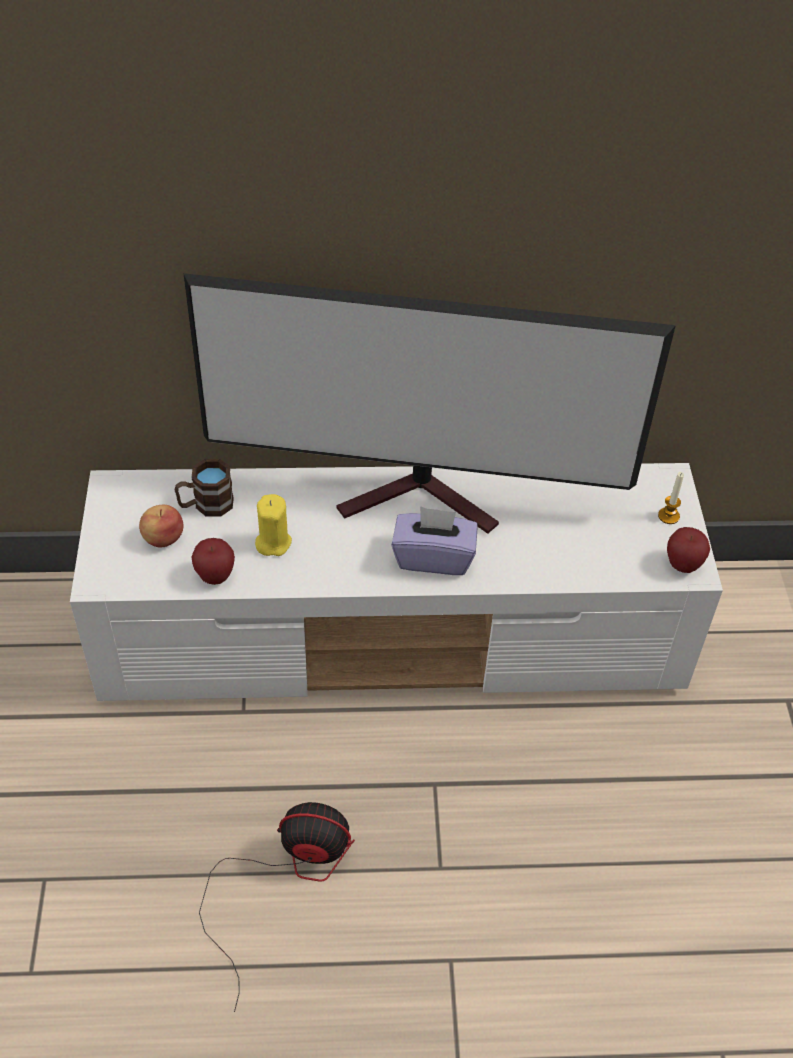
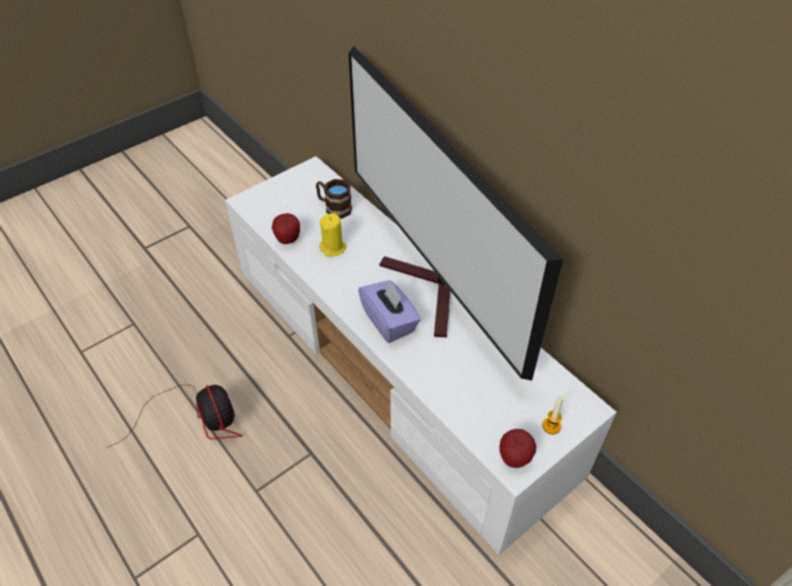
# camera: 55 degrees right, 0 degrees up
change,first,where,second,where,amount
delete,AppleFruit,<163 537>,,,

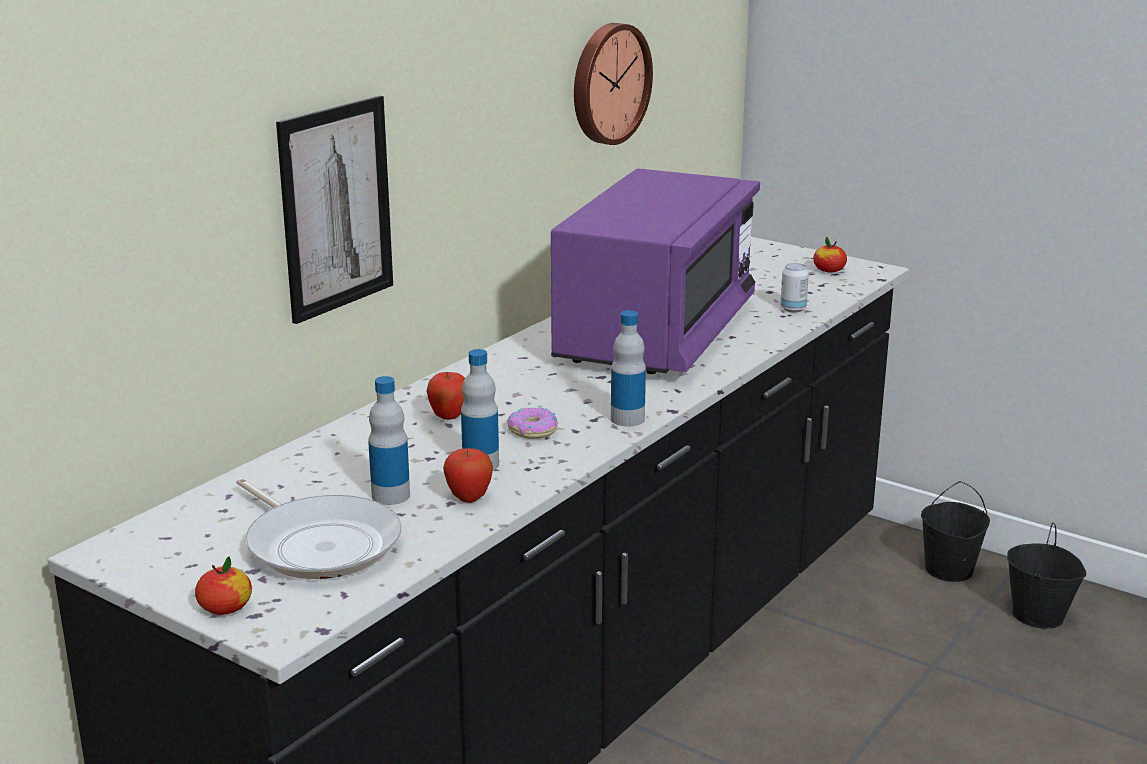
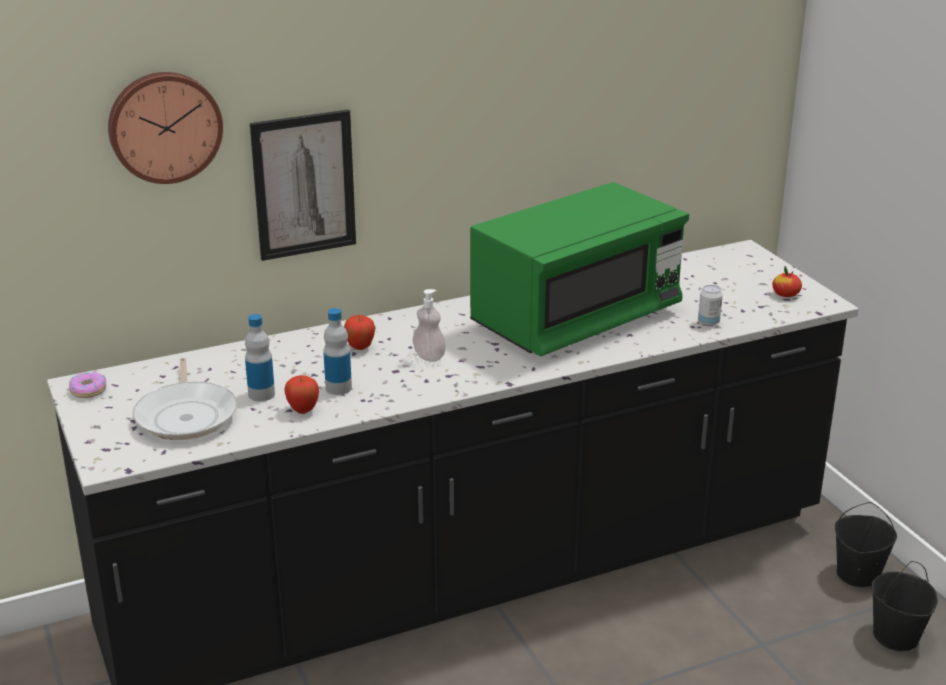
# camera: 30 degrees right, 5 degrees up
change,first,where,second,where,amount
delete,AppleFruit,<225 608>,,,
delete,Bottle,<627 419>,,,
insert,,,SoapBottle,<429 356>,
move,RingDoughnut,<532 430>,,<88 390>,
move,HangingClock,<608 83>,,<164 126>,
recolor,PurpleMicrowaveOven,<656 335>,GreenishMicrowaveOven,<576 319>,

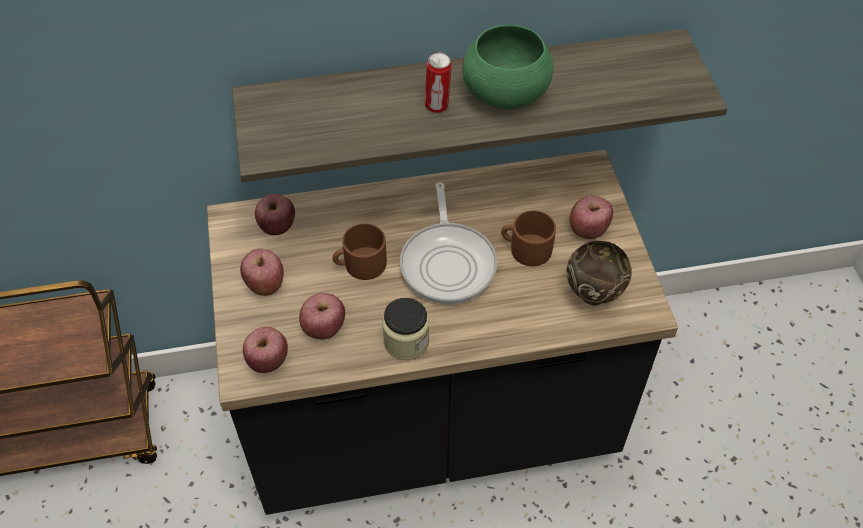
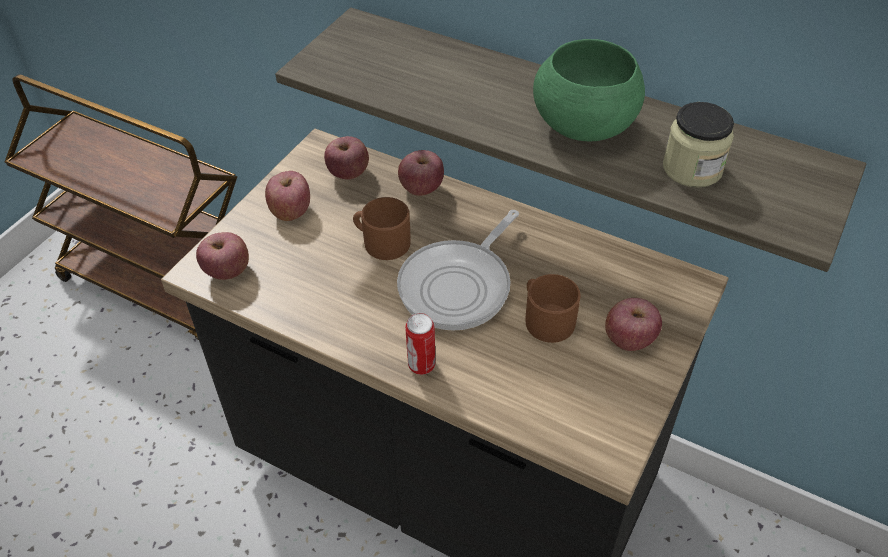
# camera: 40 degrees right, 5 degrees down
change,first,where,second,where,amount
delete,BrownColouredDeepDish,<593 294>,,,
move,AppleFruit,<323 328>,,<421 188>,
move,Jar,<406 341>,,<692 168>,
move,MetalCan,<437 106>,,<421 366>,

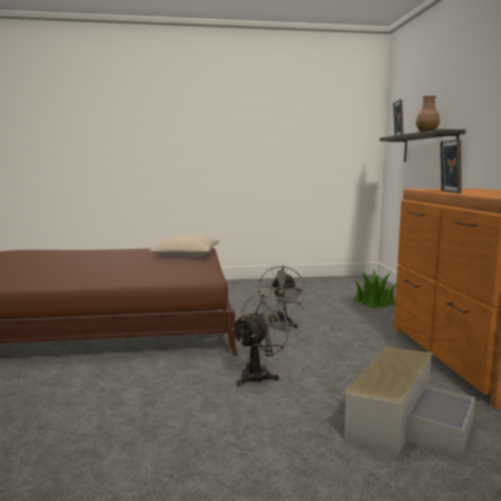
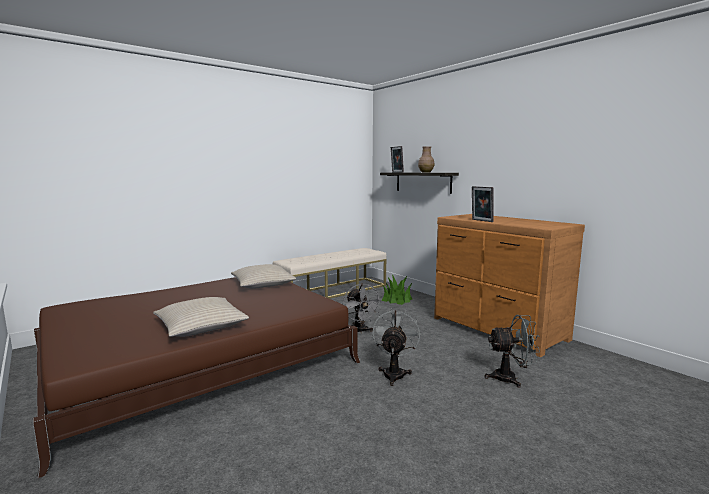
# camera: 30 degrees left, 0 degrees up
change,first,where,second,where,amount
insert,,,BeigeColouredPillow,<201 326>,
insert,,,BeigeColouredLongSeat,<332 291>,
replace,GreyishStorageContainer,<405 421>,GreyishCoolingFan,<510 378>,

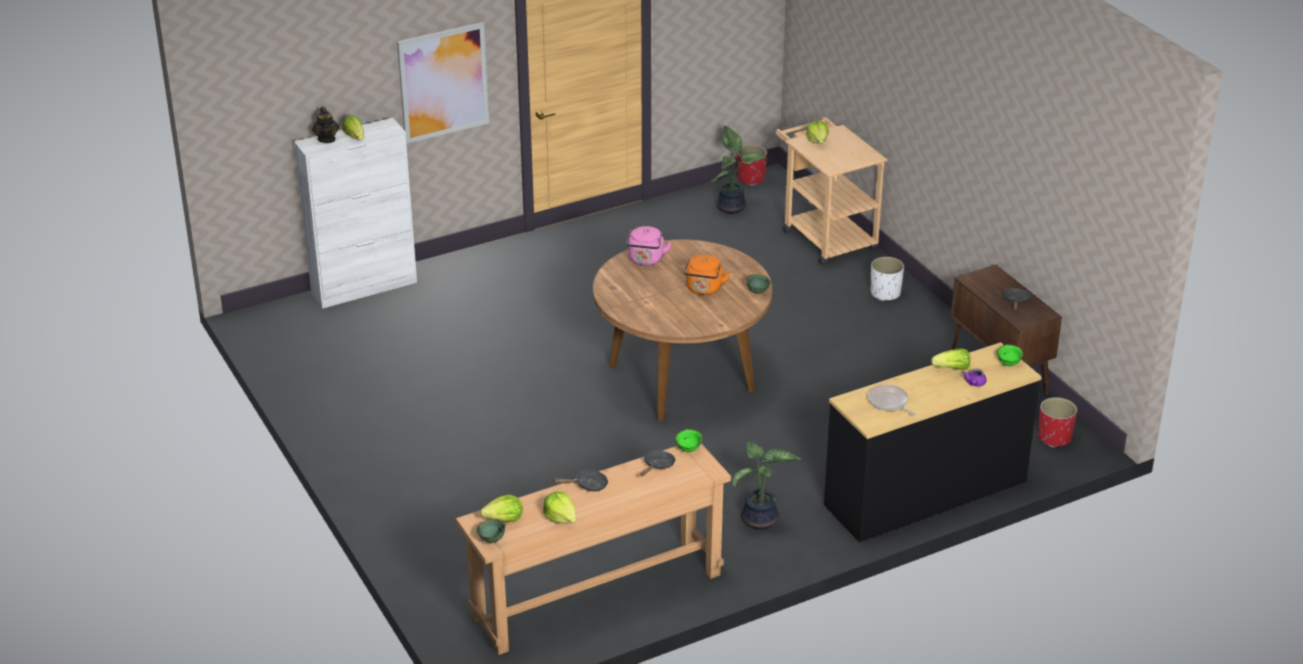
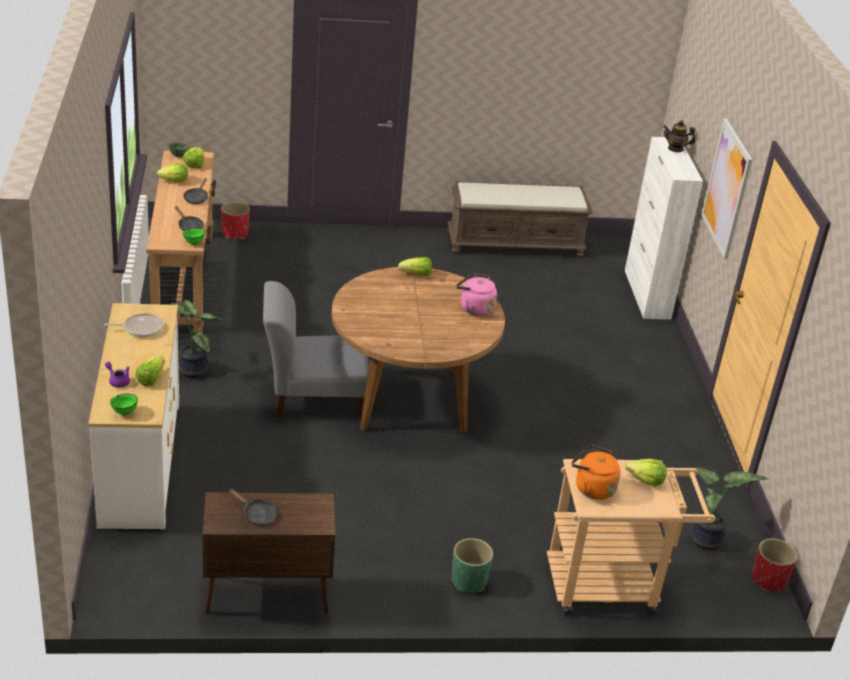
# camera: 110 degrees right, 0 degrees up
change,first,where,second,where,amount
delete,GreenishDeepDish,<757 291>,,,
insert,,,GreyishChair,<313 396>,
insert,,,BrownColouredLongSeat,<515 243>,
move,HeadOfLettuce,<355 137>,,<416 274>,
move,OrangeColouredWaterKettle,<704 289>,,<592 488>,
move,ReddishPlanter,<1054 437>,,<235 233>,
recolor,BlackishDrawerChest,<926 494>,WhitishDrawerChest,<139 463>,
recolor,WhitishPlanter,<885 293>,GreenishPlanter,<469 581>,

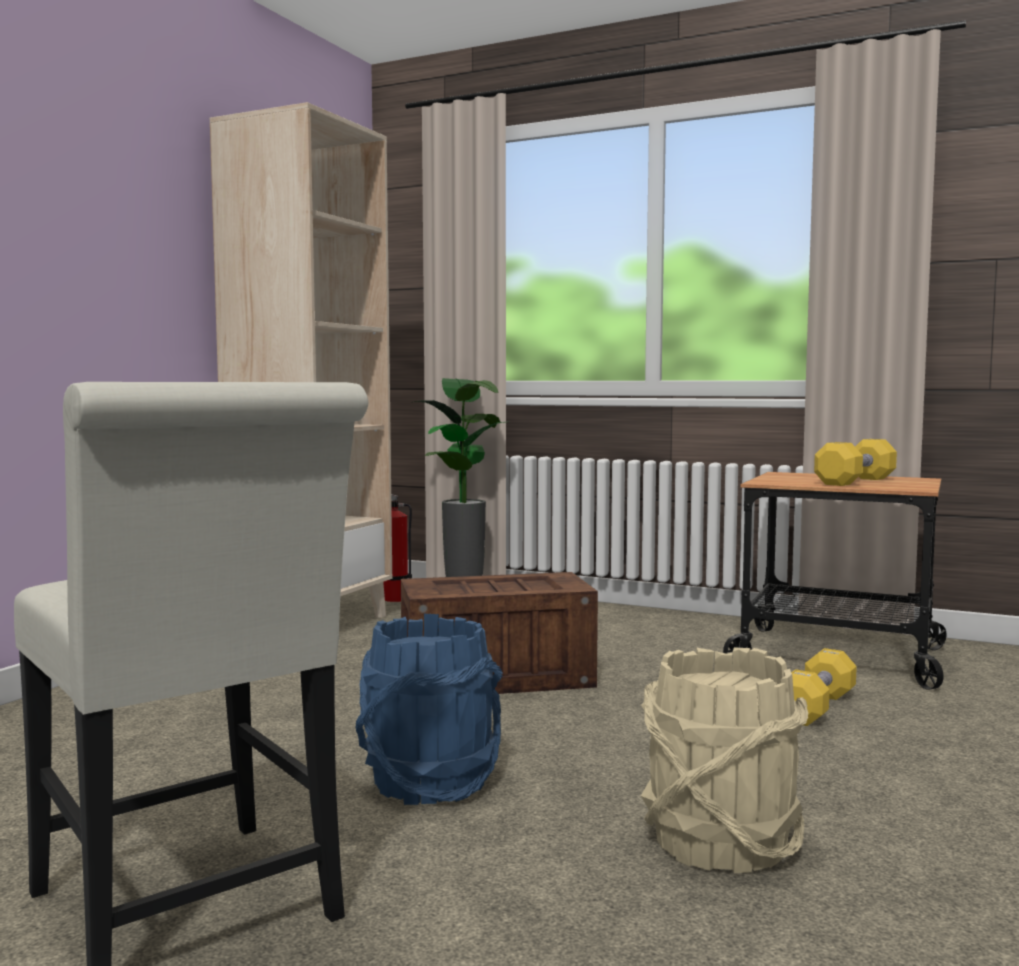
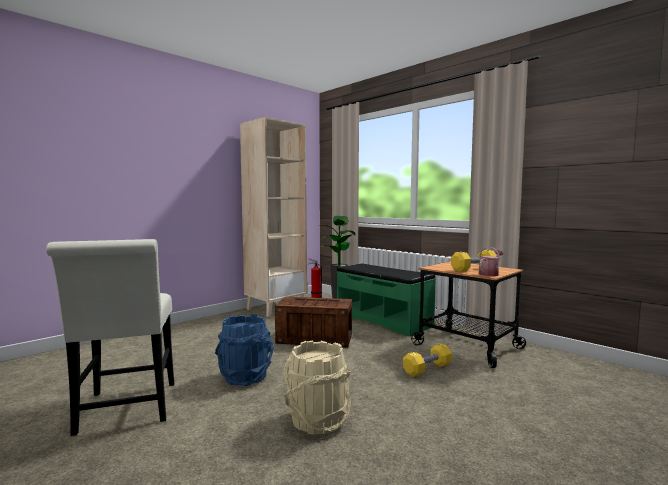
# camera: 20 degrees right, 0 degrees up
change,first,where,second,where,amount
insert,,,GreenishLongSeat,<383 320>,
insert,,,SprinklingCan,<489 274>,

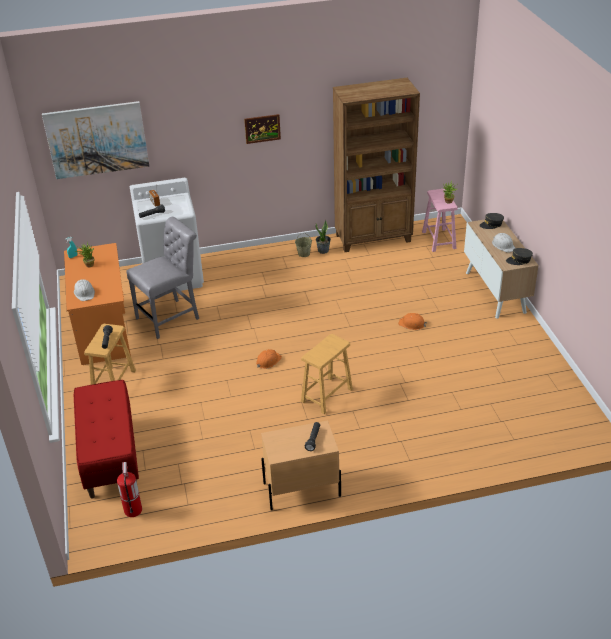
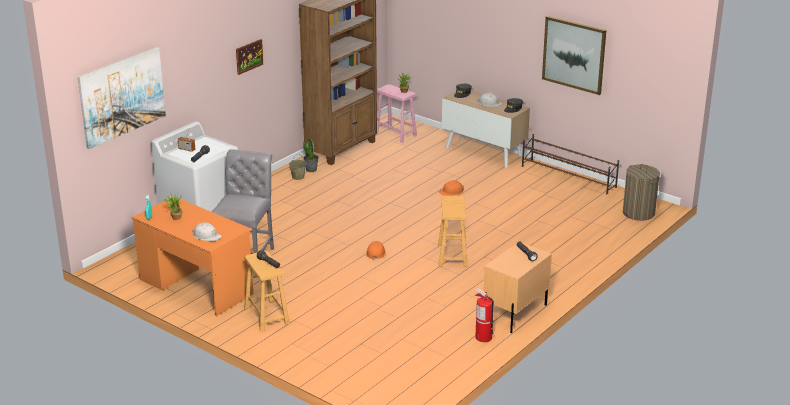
# camera: 40 degrees left, 10 degrees down
change,first,where,second,where,amount
delete,ReddishLongSeat,<110 455>,,,
insert,,,BrownColouredShoeShelf,<568 177>,
insert,,,WallPicture,<574 54>,
insert,,,Hamper,<638 213>,
move,FireFightingCylinder,<133 510>,,<483 337>,

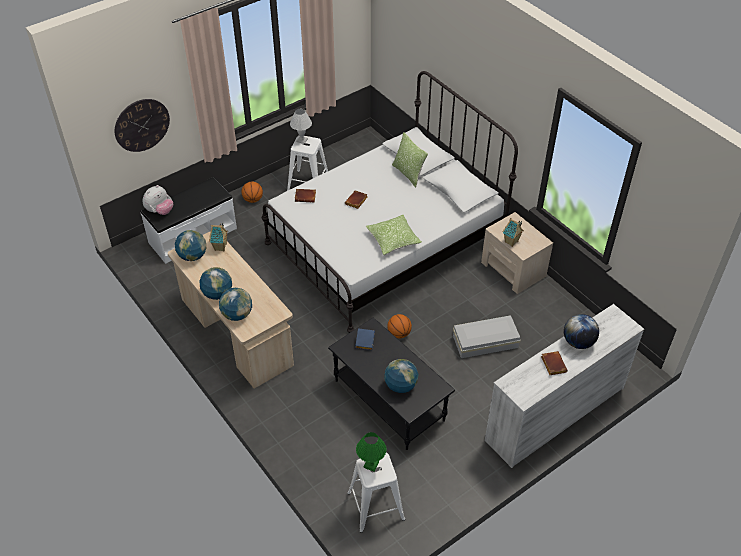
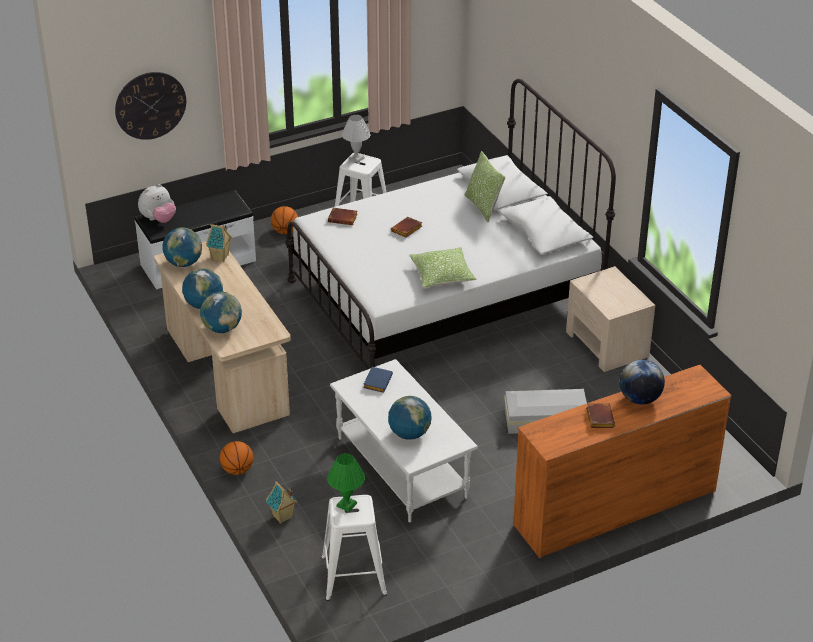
# camera: 10 degrees right, 10 degrees down
change,first,where,second,where,amount
move,BallForBasketball,<399 333>,,<237 470>,
move,ToyHouse,<511 242>,,<282 517>,
recolor,BlackishCoffeeTable,<390 400>,WhitishCoffeeTable,<403 467>,
recolor,WhitishDrawerChest,<554 413>,OrangeColouredDrawerChest,<614 507>,

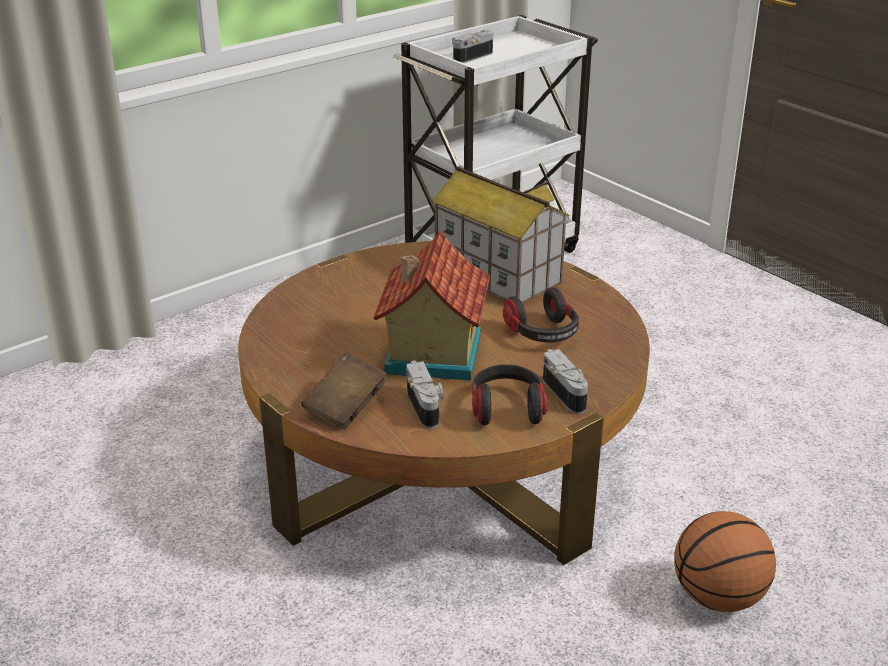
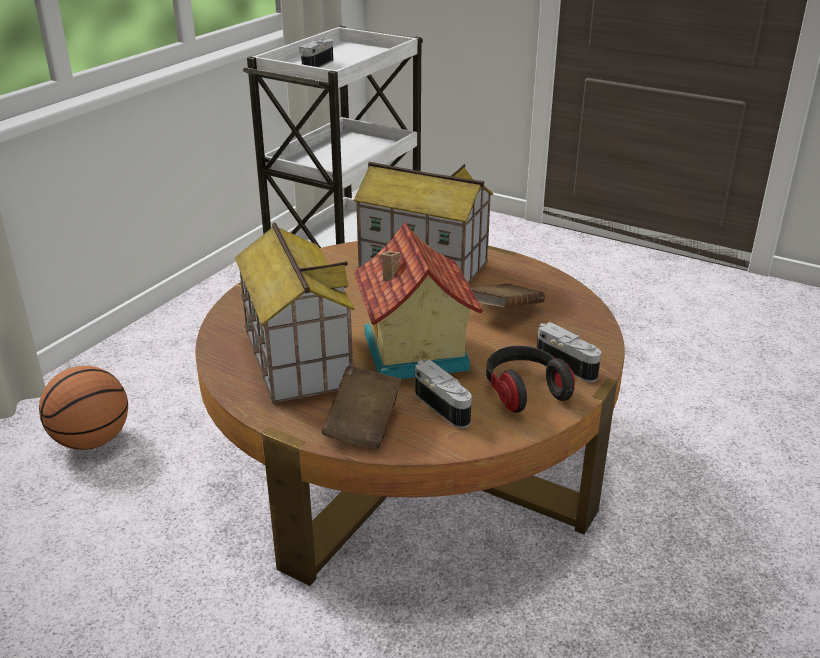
# camera: 20 degrees left, 0 degrees up
change,first,where,second,where,amount
insert,,,ToyHouse,<296 358>,
move,BallForBasketball,<718 597>,,<91 441>,
replace,PairOfHeadphones,<543 334>,BrownColouredVolume,<504 312>,

